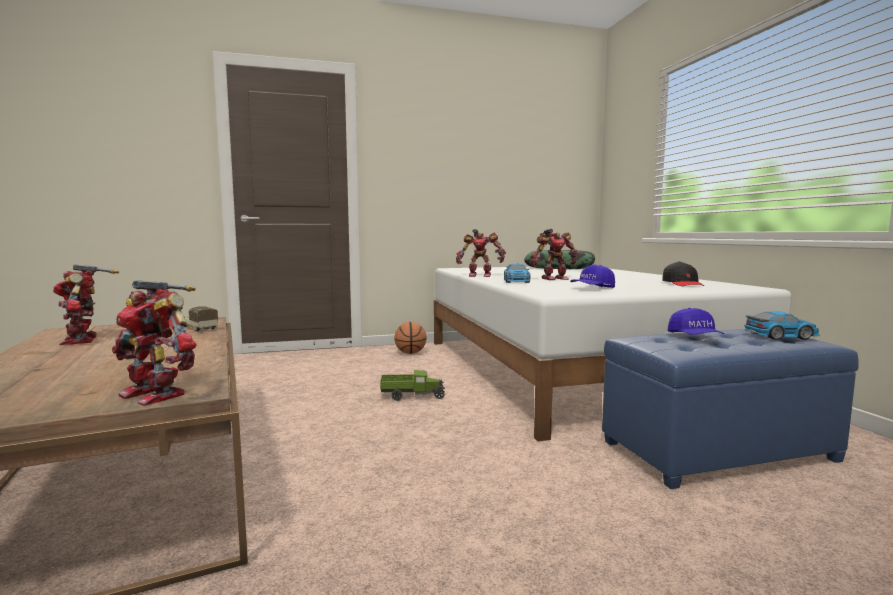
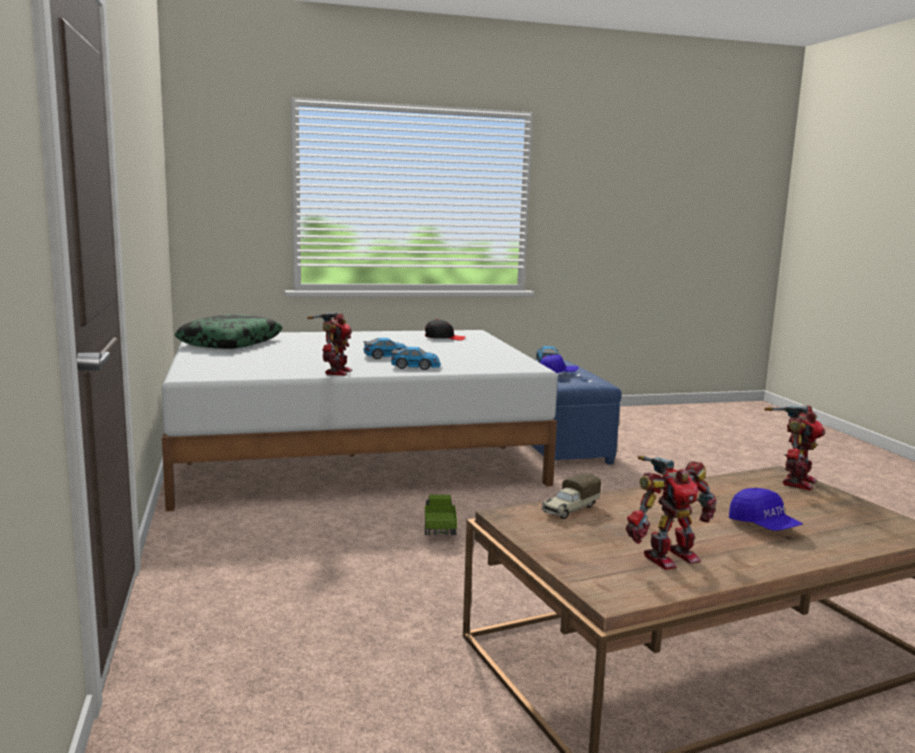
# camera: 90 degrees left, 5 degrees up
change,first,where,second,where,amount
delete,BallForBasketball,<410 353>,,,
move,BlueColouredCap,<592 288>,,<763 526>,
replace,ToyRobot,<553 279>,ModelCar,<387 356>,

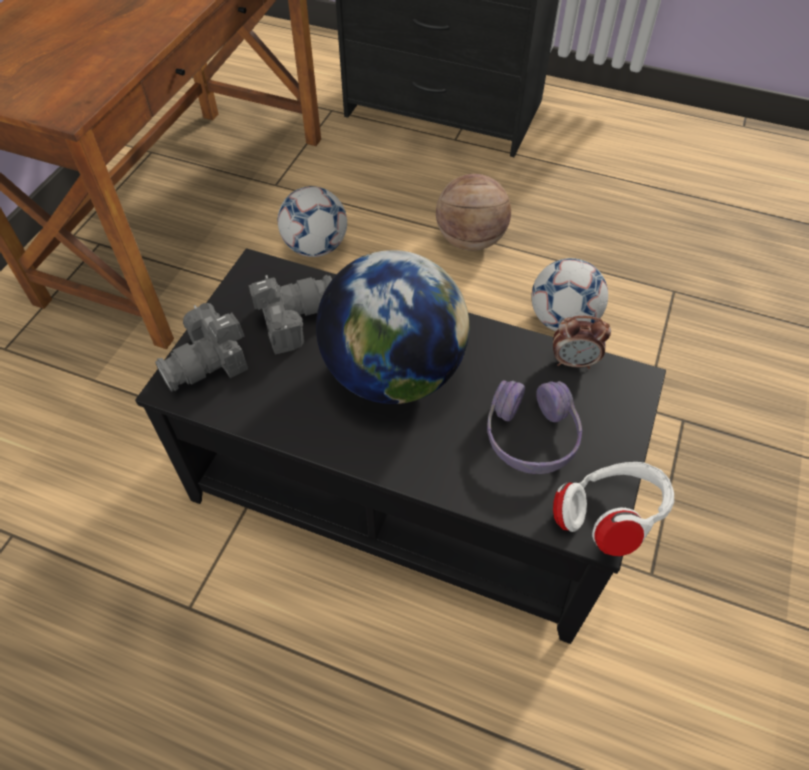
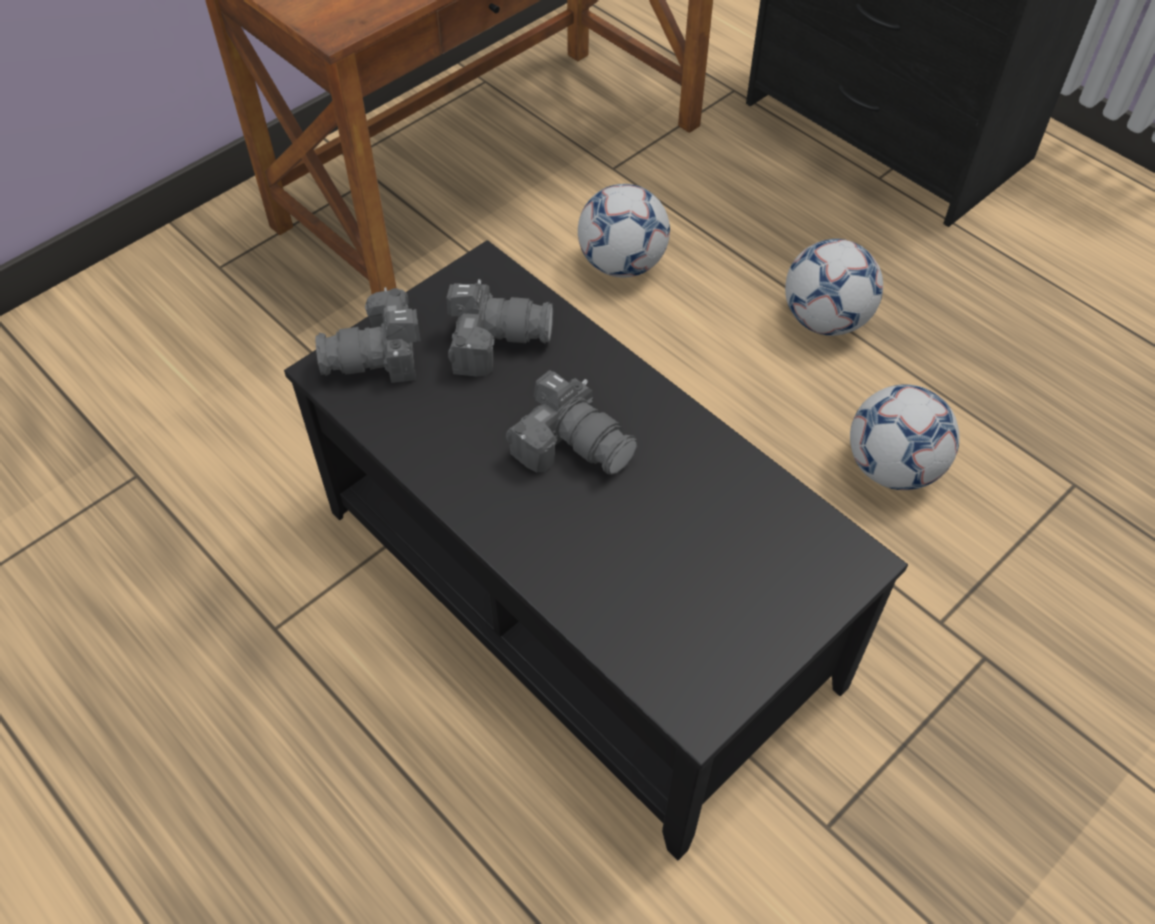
# camera: 25 degrees right, 0 degrees up
change,first,where,second,where,amount
delete,PurplePairOfHeadphones,<531 436>,,,
delete,TableClock,<574 362>,,,
delete,WhitishPairOfHeadphones,<607 518>,,,
replace,WorldGlobe,<393 373>,StillCamera,<572 443>,
replace,BallForBasketball,<470 240>,FootballBall,<825 320>,

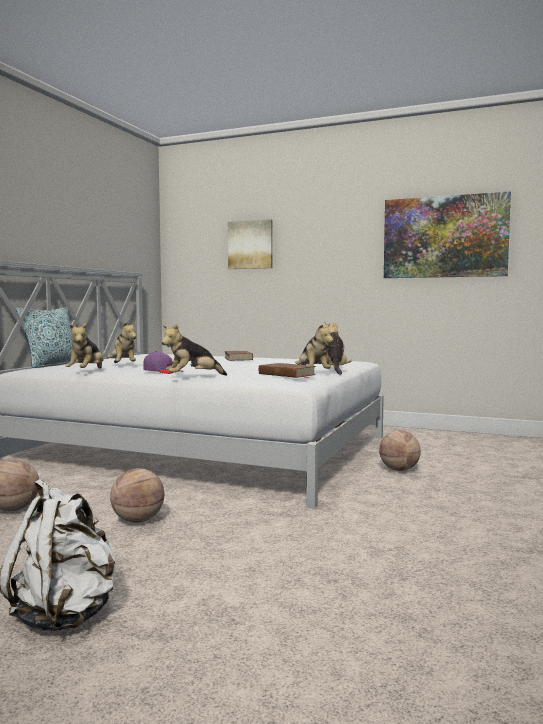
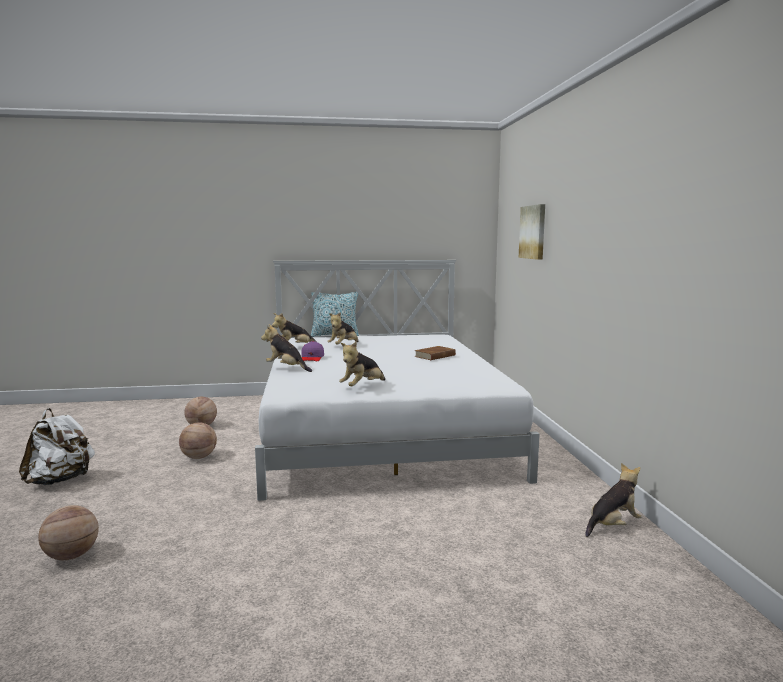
# camera: 60 degrees right, 5 degrees up
change,first,where,second,where,amount
delete,BrownColouredVolume,<287 374>,,,
delete,WallPicture,<444 237>,,,
move,SoftToy,<334 370>,,<612 525>,
move,BallForBasketball,<399 470>,,<72 556>,

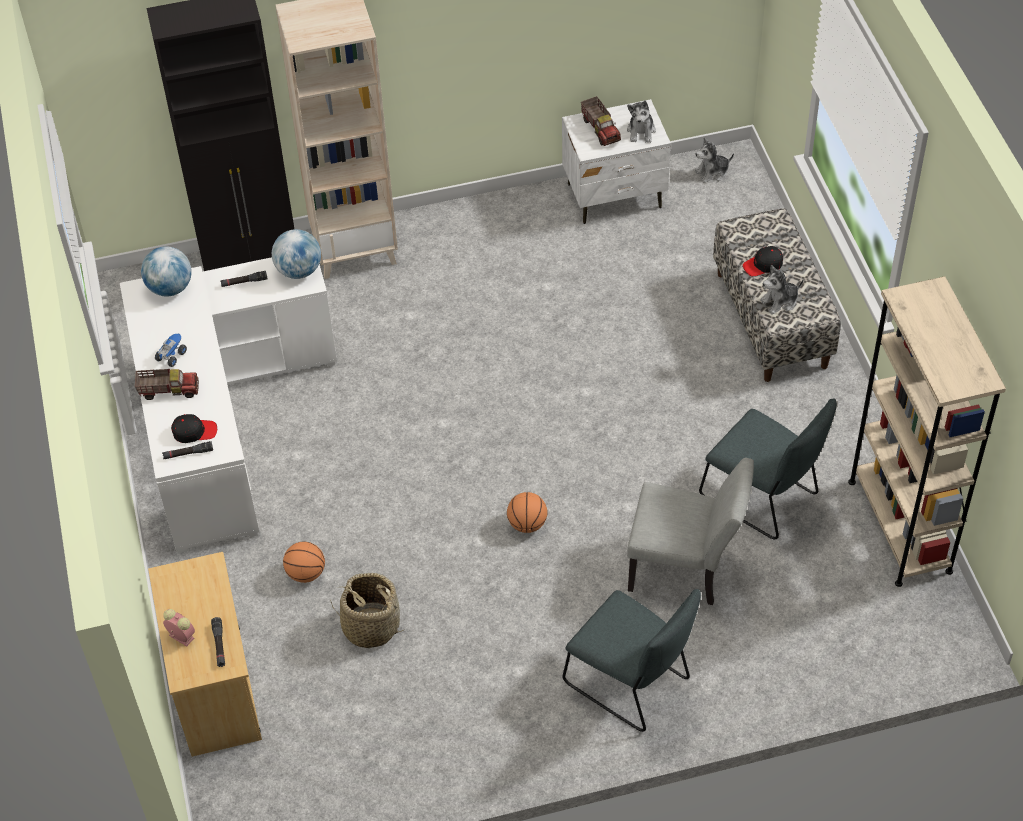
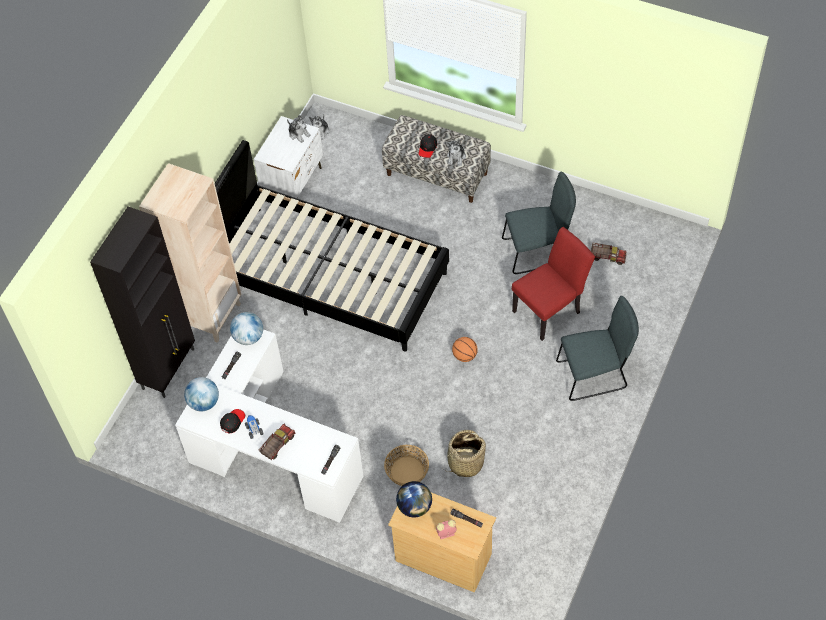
# camera: 50 degrees left, 5 degrees up
change,first,where,second,where,amount
delete,BeigeColouredShelvingUnit,<899 526>,,,
insert,,,BlackishBedroomBed,<328 276>,
insert,,,WorldGlobe,<414 507>,
move,BlackishCap,<194 431>,,<232 422>,
move,ToyLorry,<600 129>,,<607 257>,
replace,BallForBasketball,<306 573>,StorageBasket,<406 471>,
recolor,GreyishChair,<685 570>,ReddishChair,<550 309>,

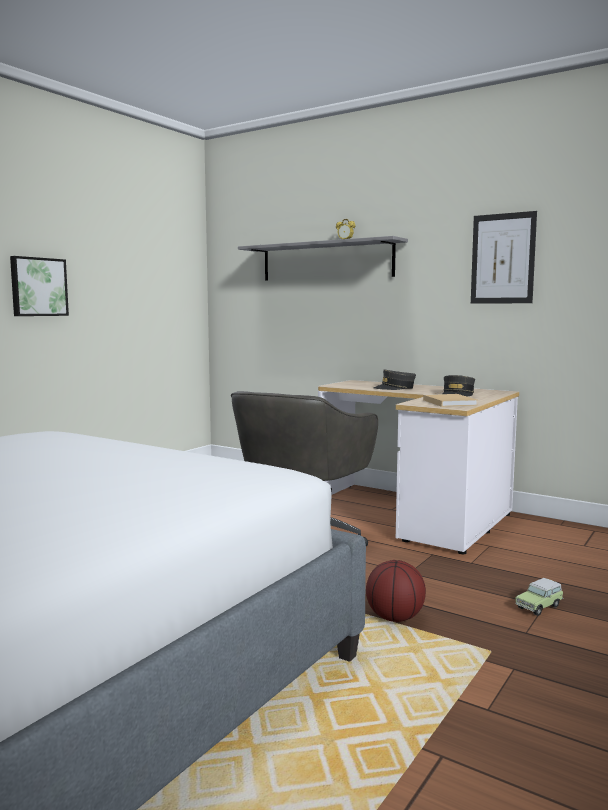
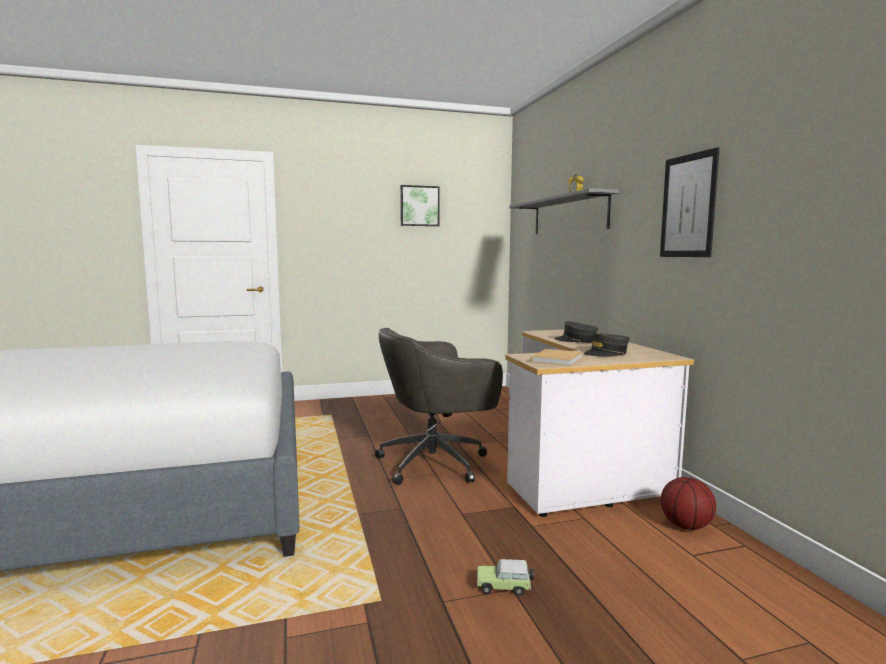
# camera: 40 degrees right, 0 degrees up
change,first,where,second,where,amount
move,WallPicture,<38 287>,,<419 206>,
move,BallForBasketball,<395 618>,,<686 526>,

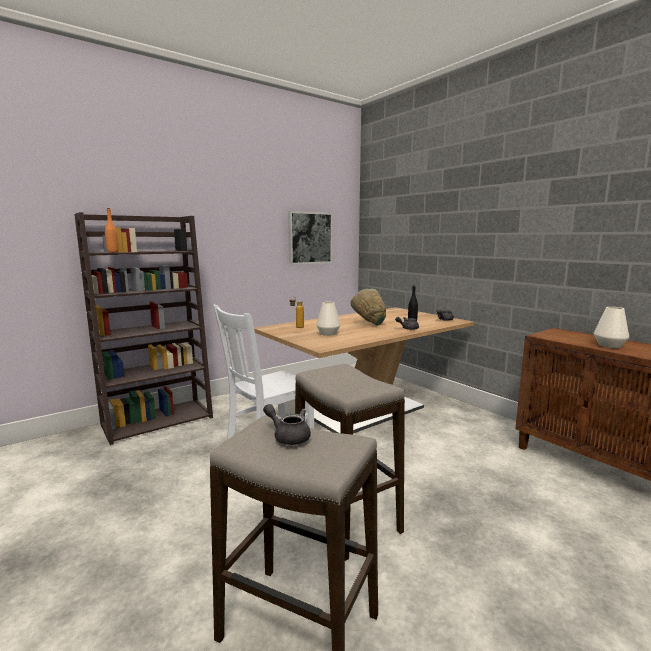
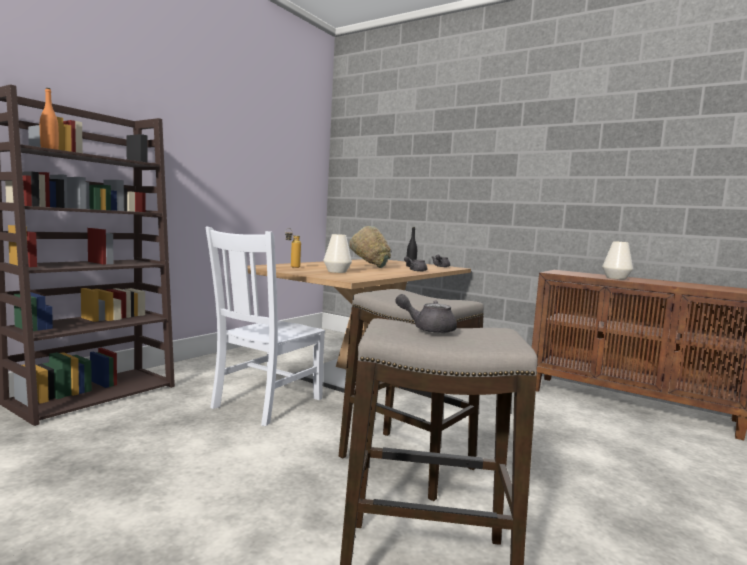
# camera: 20 degrees left, 5 degrees down
change,first,where,second,where,amount
delete,WallPicture,<310 238>,,,

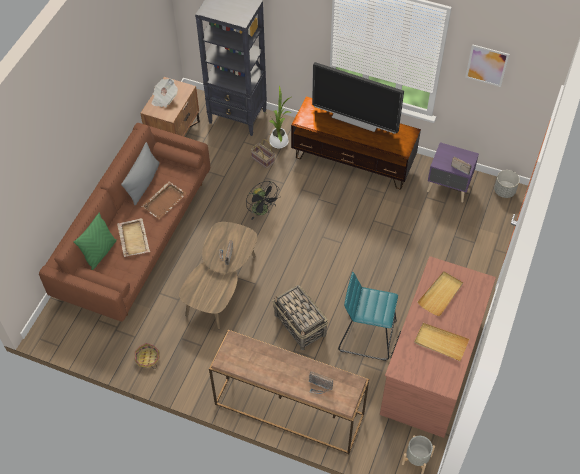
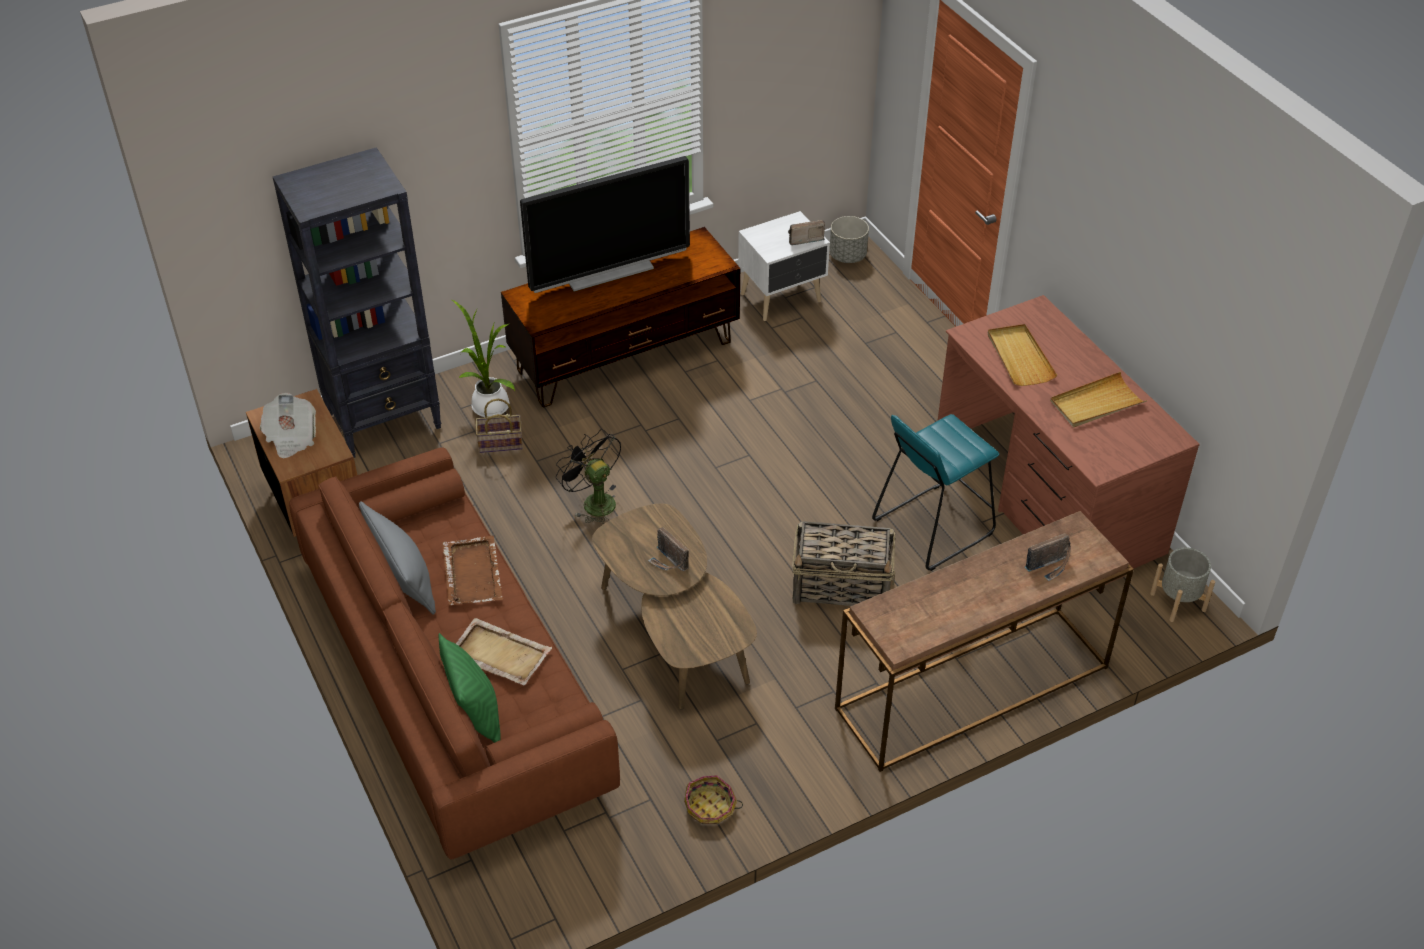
# camera: 50 degrees left, 10 degrees down
change,first,where,second,where,amount
delete,WallPicture,<486 65>,,,
recolor,PurpleNightTable,<449 188>,WhitishNightTable,<782 298>,
rotate,BlackishCoolingFan,<262 211>,,<593 501>,135 degrees counterclockwise

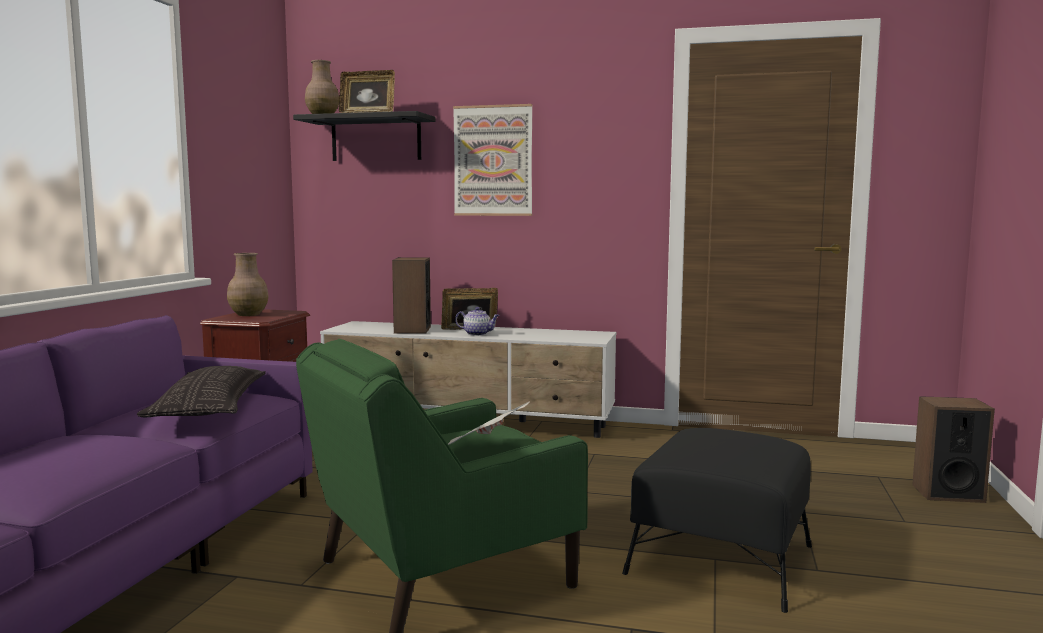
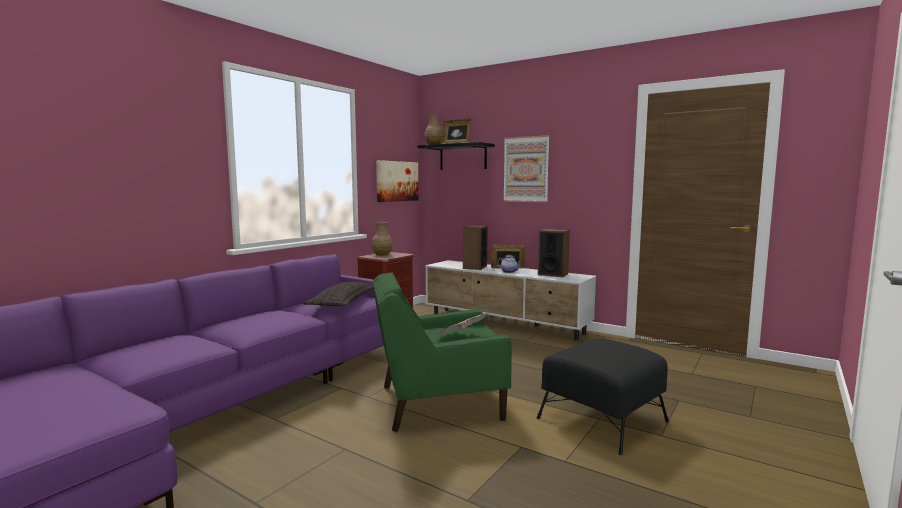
# camera: 20 degrees right, 0 degrees up
change,first,where,second,where,amount
insert,,,WallPicture,<397 181>,
move,AudioSpeaker,<947 493>,,<553 274>,

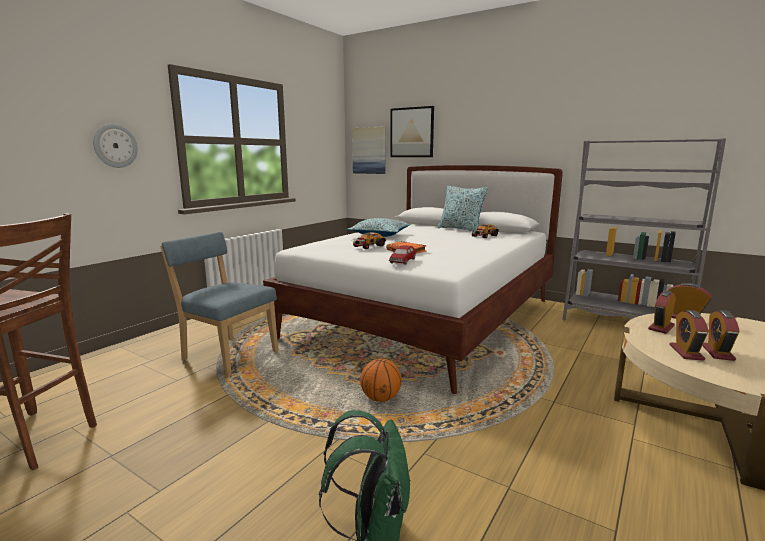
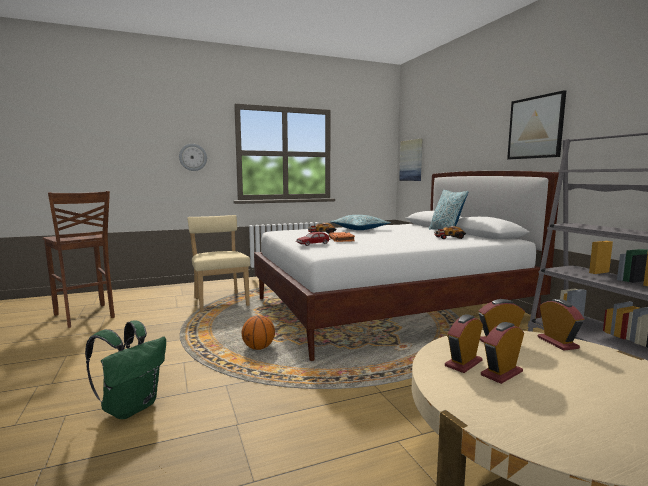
# camera: 35 degrees right, 5 degrees down
change,first,where,second,where,amount
move,WallPicture,<412 132>,,<535 127>,
recolor,BlueColouredChair,<227 355>,BeigeColouredChair,<220 301>,

